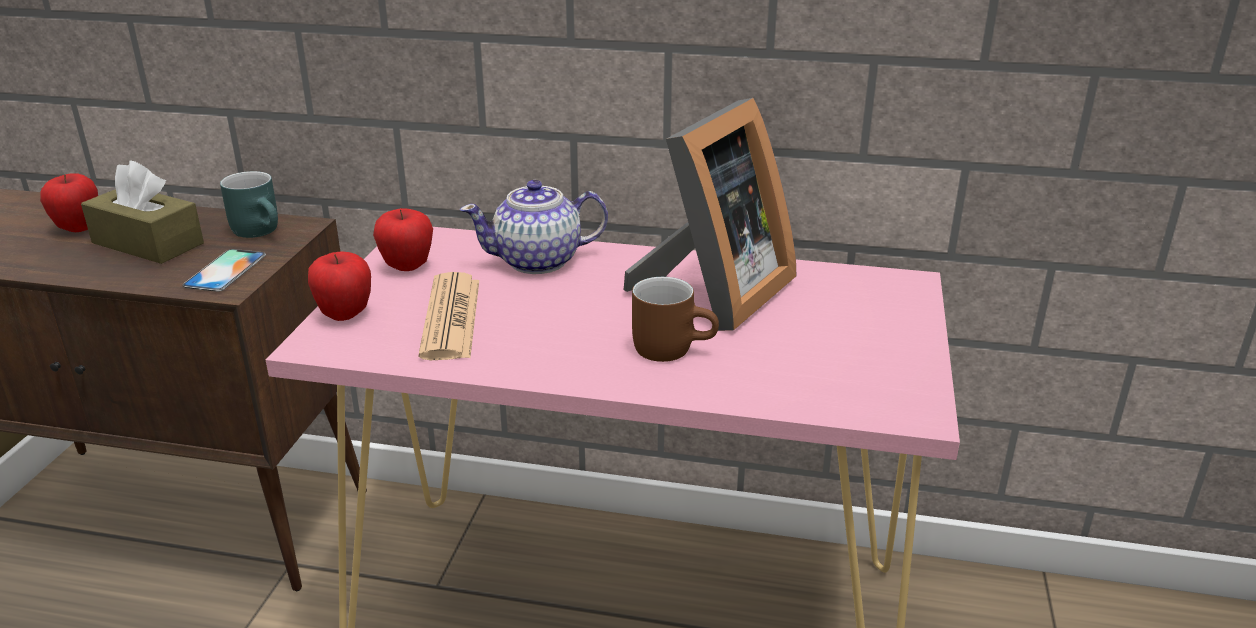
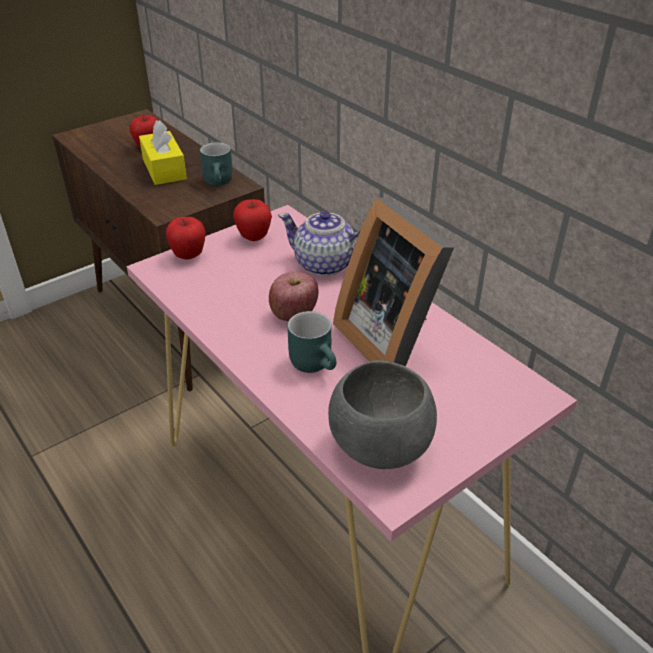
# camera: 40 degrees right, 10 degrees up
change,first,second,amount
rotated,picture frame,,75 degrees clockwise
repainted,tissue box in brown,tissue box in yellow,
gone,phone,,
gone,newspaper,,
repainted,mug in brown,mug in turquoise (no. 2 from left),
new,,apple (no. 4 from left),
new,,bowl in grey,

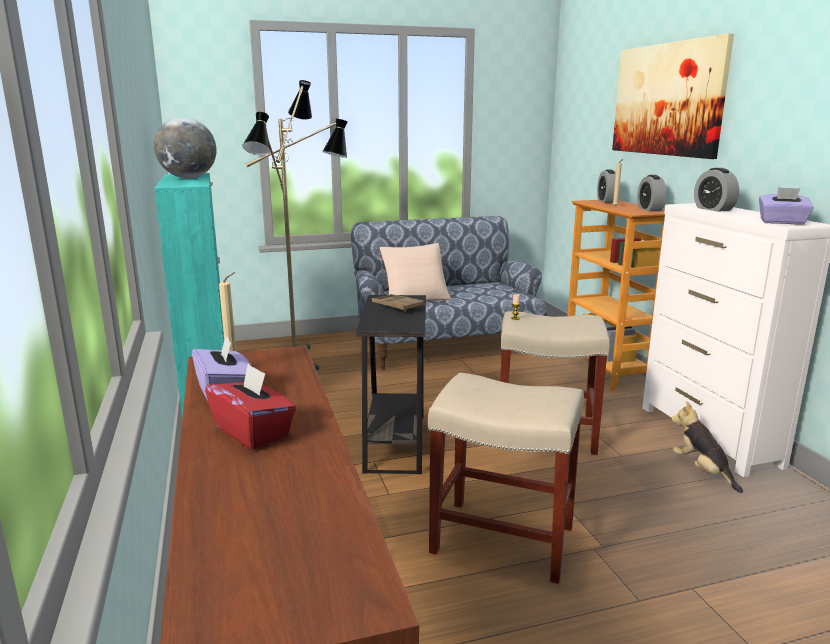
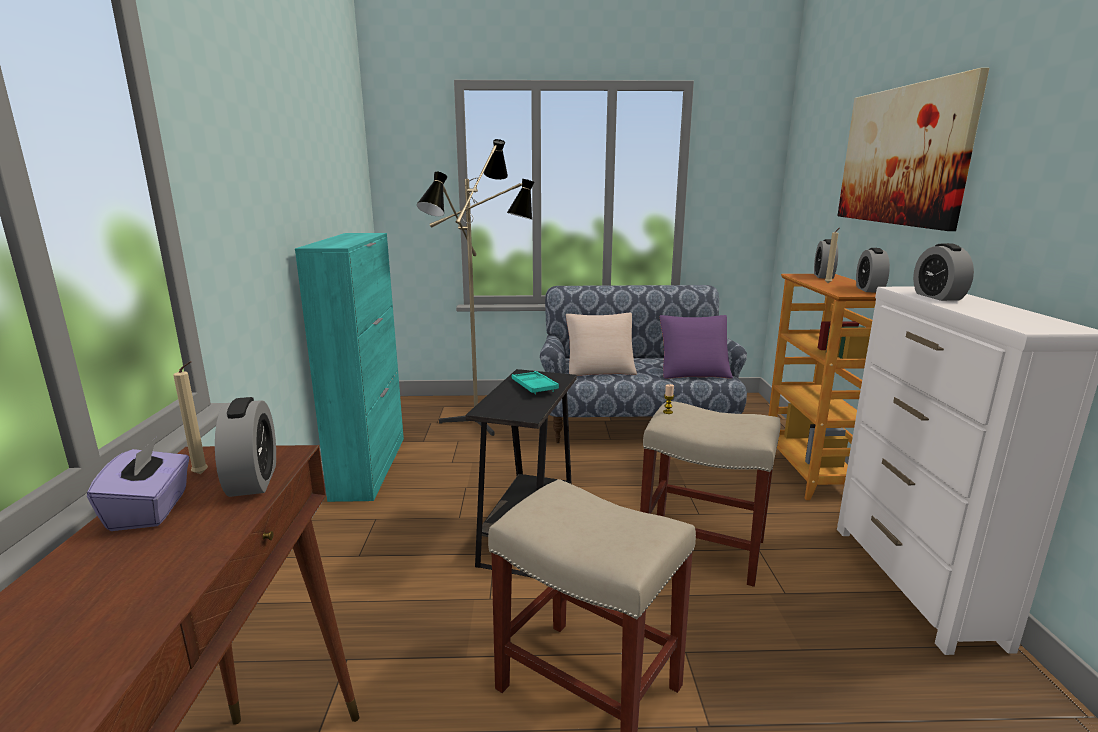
# camera: 15 degrees right, 0 degrees up
change,first,second,amount
gone,globe,,
gone,tissue box in purple (no. 2 from left),,
repainted,tray in brown,tray in turquoise,
gone,tissue box in red,,
gone,plush toy,,
new,,pillow in purple,
new,,alarm clock (no. 1 from left),

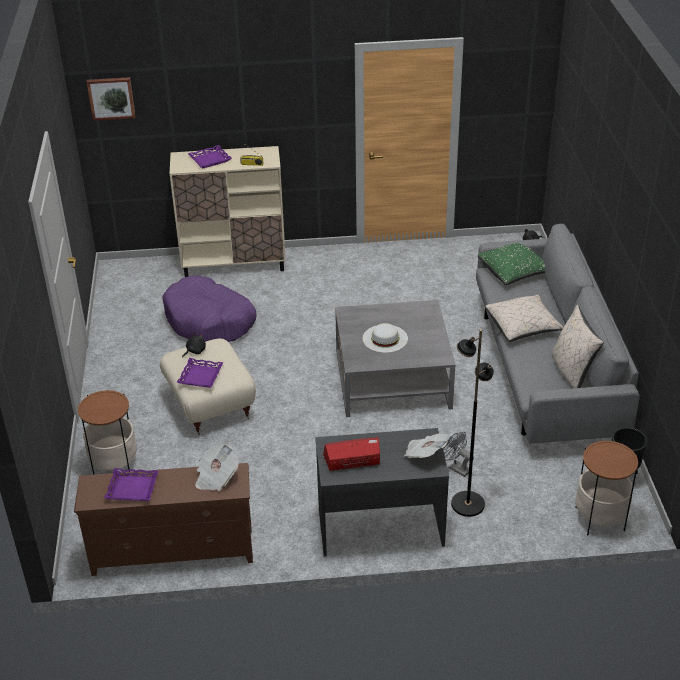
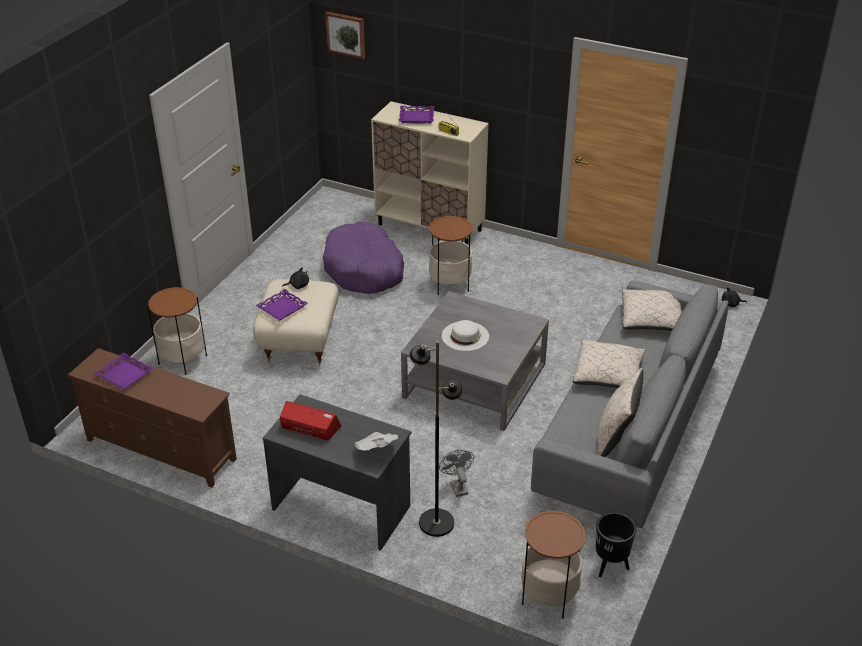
# camera: 30 degrees right, 0 degrees up
change,first,second,amount
repainted,pillow in green,pillow in beige (no. 3 from left),
gone,newspaper (no. 1 from left),,
new,,side table (no. 2 from left),

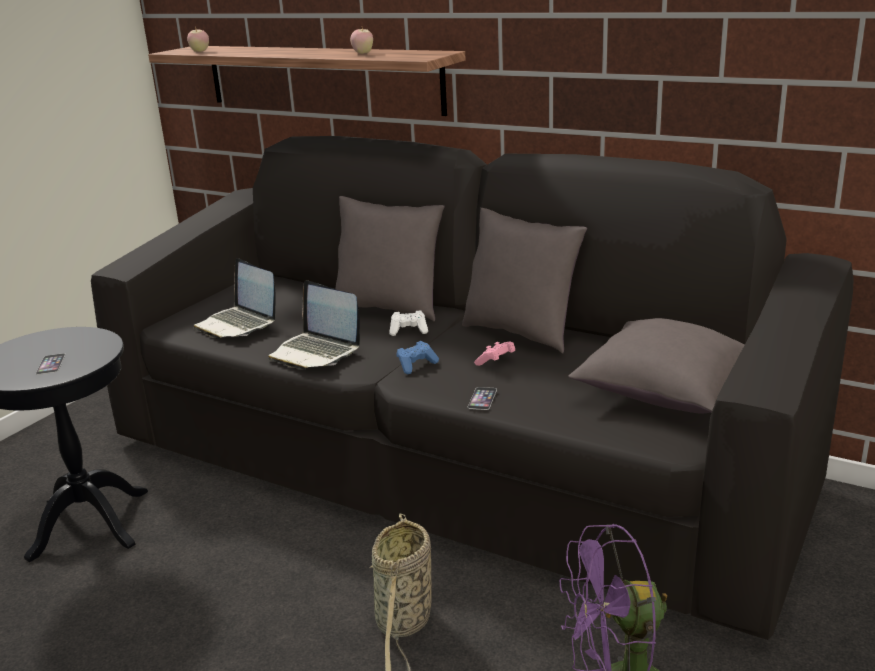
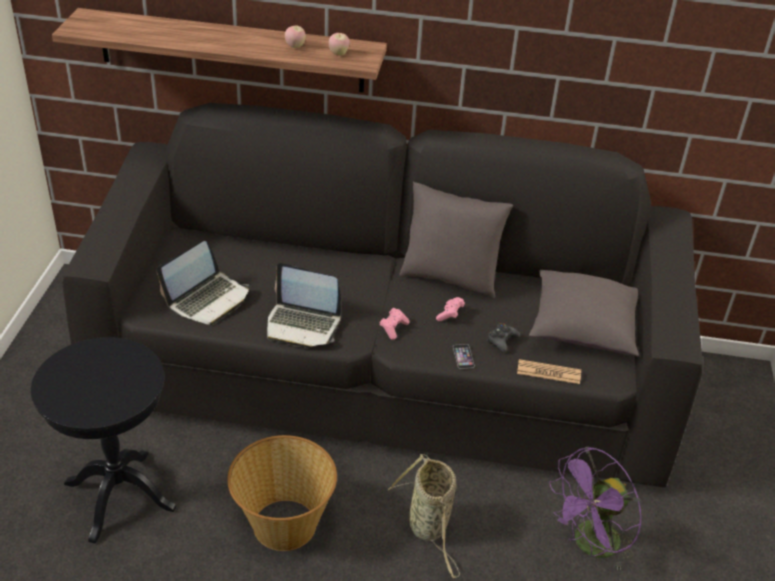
# camera: 25 degrees left, 15 degrees up
change,first,second,amount
shifted,apple (no. 1 from left in the first image),apple (no. 2 from left),
gone,pillow in grey (no. 1 from left),,
rotated,laptop (no. 1 from left),,75 degrees counterclockwise
gone,game controller in white,,
repainted,game controller in blue,game controller in pink (no. 1 from left),
gone,phone (no. 1 from left),,
new,,game controller in black,
new,,newspaper,
new,,basket (no. 1 from left),

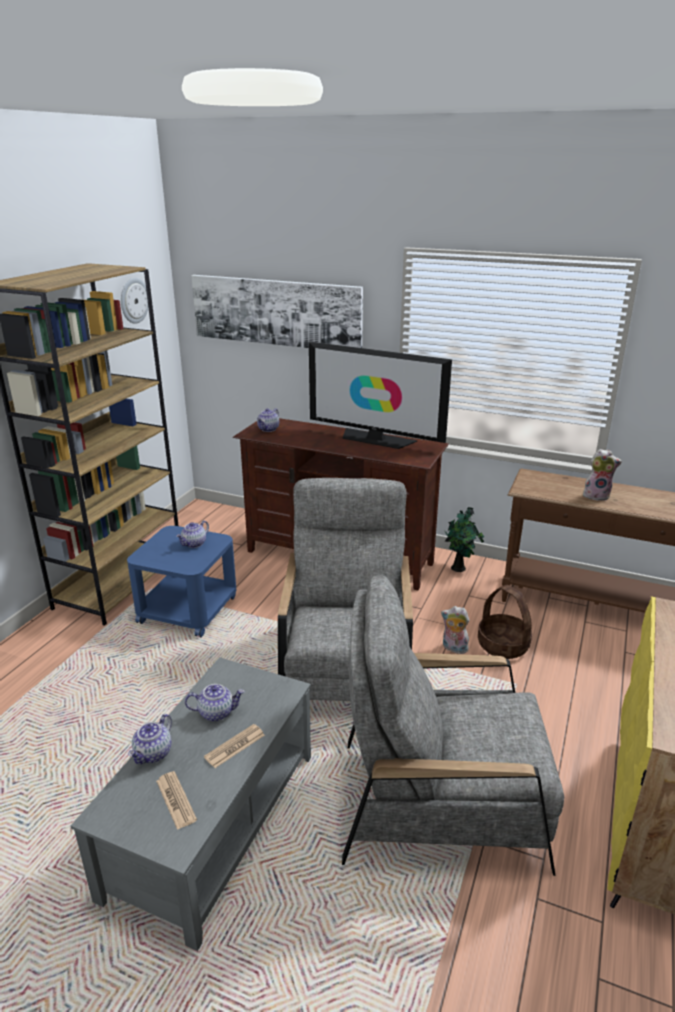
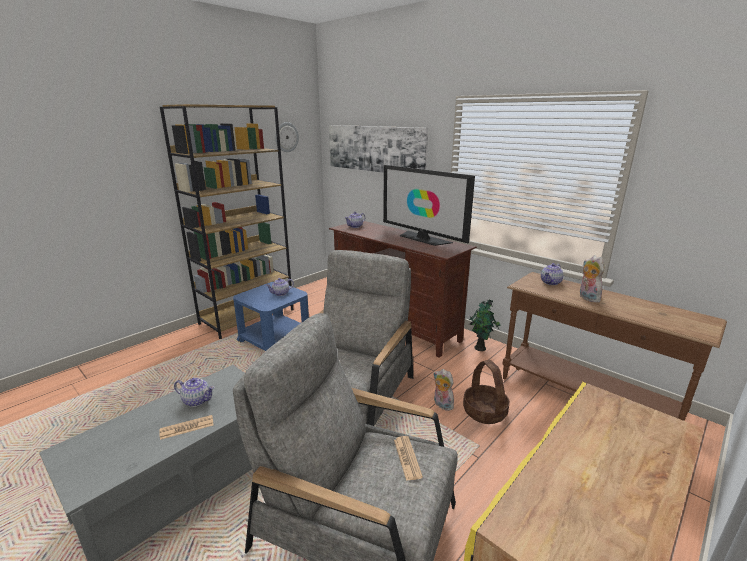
# camera: 20 degrees right, 5 degrees down
change,first,second,amount
rotated,plush toy (no. 2 from left),,135 degrees counterclockwise
shifted,teapot (no. 1 from left in the first image),teapot (no. 4 from left),
shifted,newspaper (no. 1 from left in the first image),newspaper (no. 2 from left),

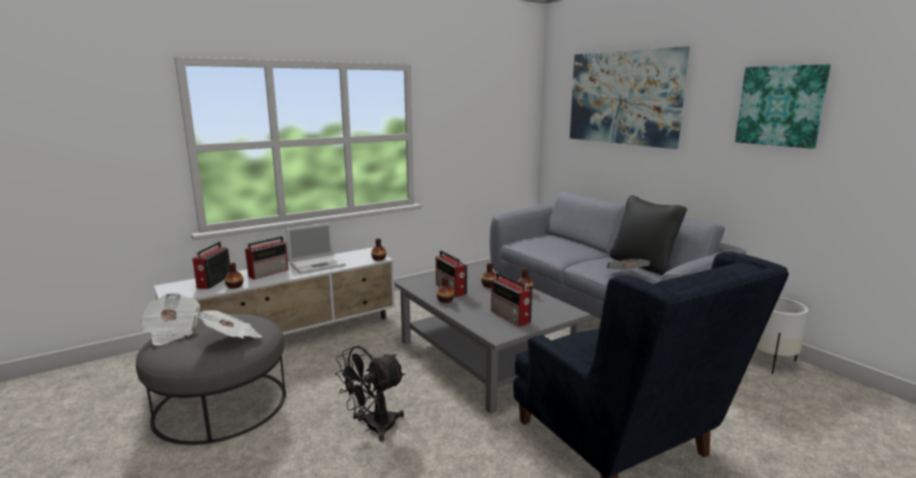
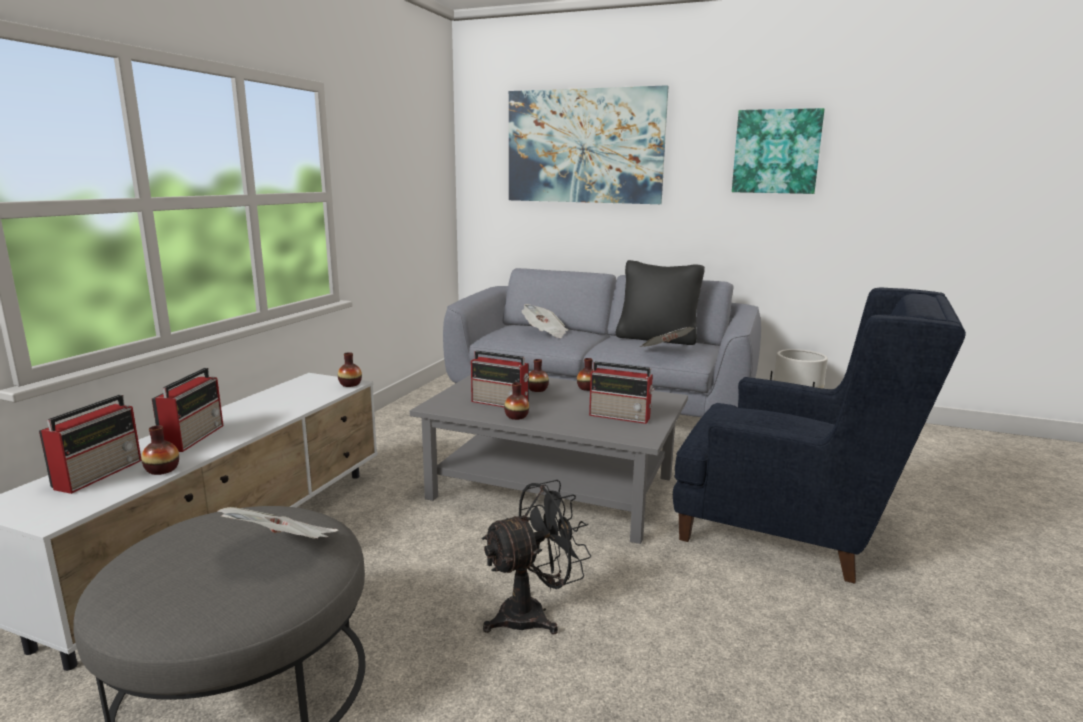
# camera: 35 degrees left, 0 degrees up
change,first,second,amount
gone,laptop,,
rotated,radio (no. 1 from left),,135 degrees counterclockwise
shifted,newspaper (no. 1 from left in the first image),newspaper (no. 2 from left),
rotated,fan in black,,135 degrees counterclockwise

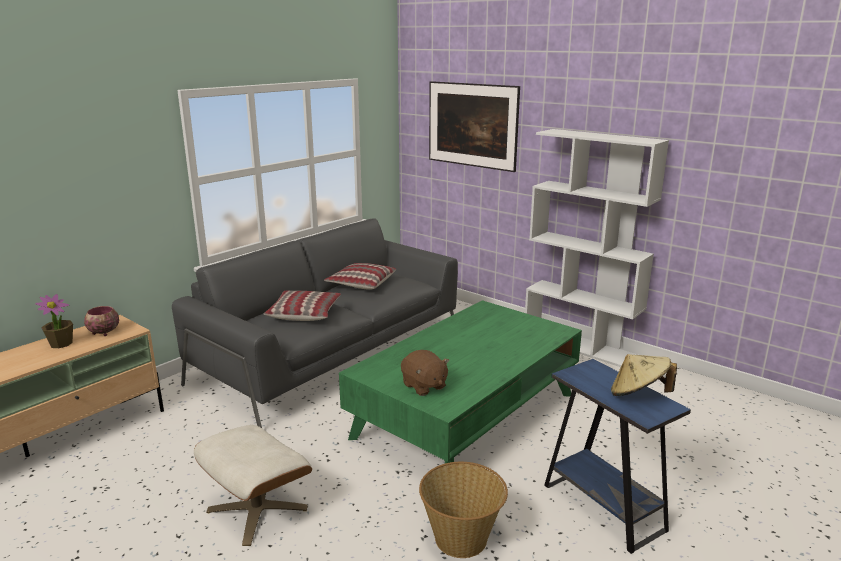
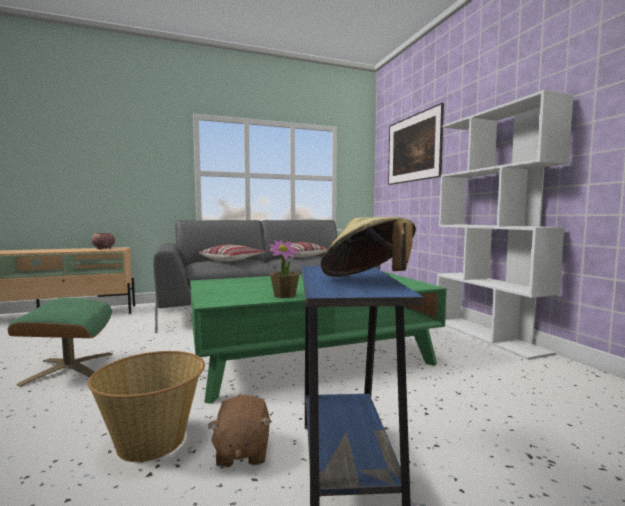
# camera: 30 degrees right, 15 degrees down
change,first,second,amount
shifted,potted plant,,
shifted,plush toy in brown,,
repainted,ottoman in beige,ottoman in green,

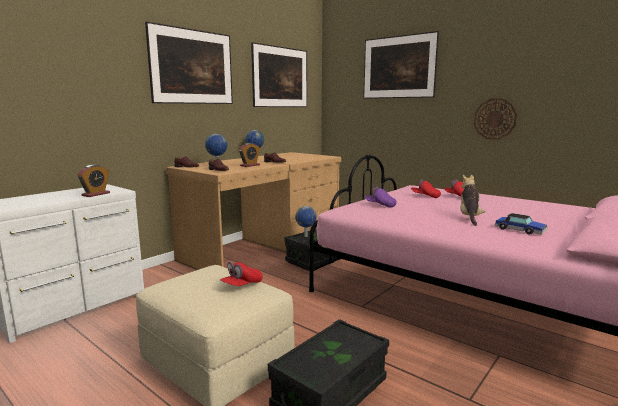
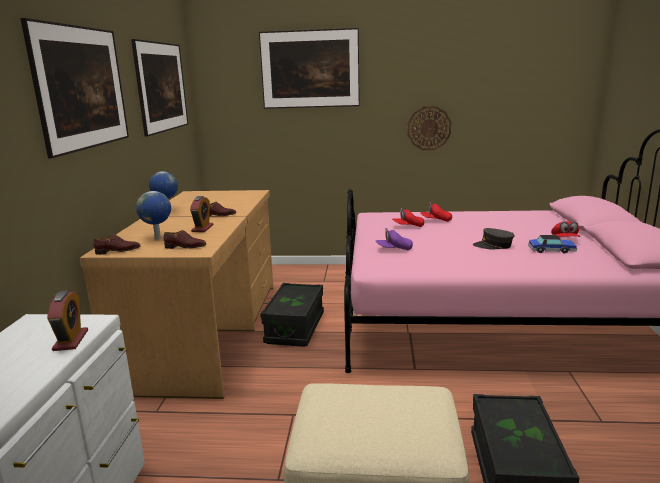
# camera: 35 degrees left, 5 degrees up
change,first,second,amount
swapped,plush toy,cap in grey,
gone,globe (no. 3 from left),,
shifted,cap in red (no. 1 from left in the first image),cap in red (no. 3 from left),

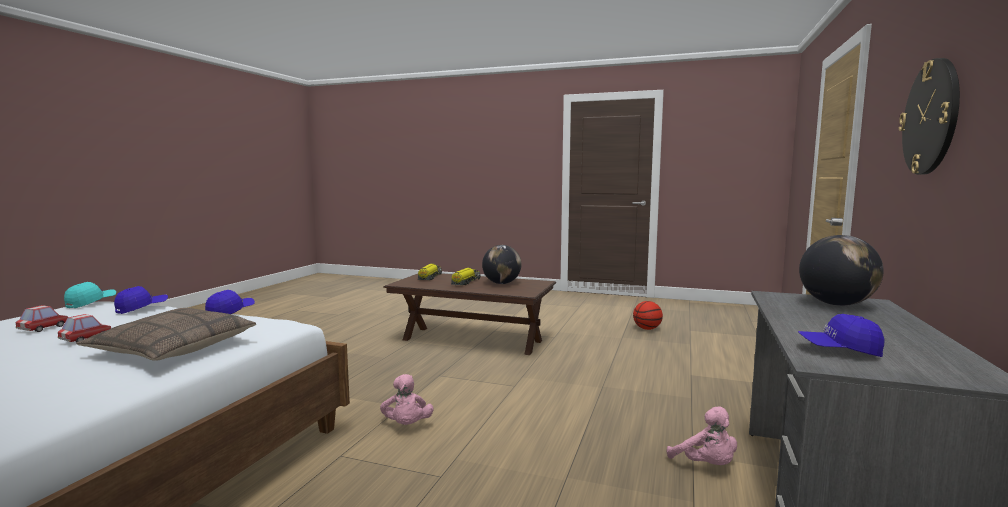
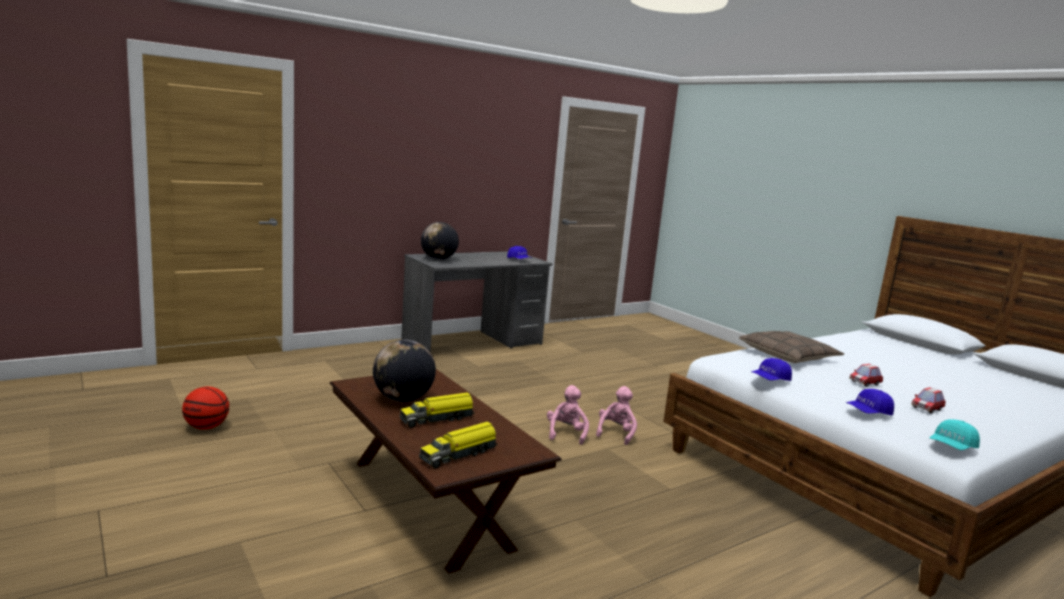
# camera: 145 degrees left, 5 degrees up
change,first,second,amount
gone,wall clock,,
shifted,plush toy in pink (no. 2 from left in the first image),plush toy in pink (no. 1 from left),

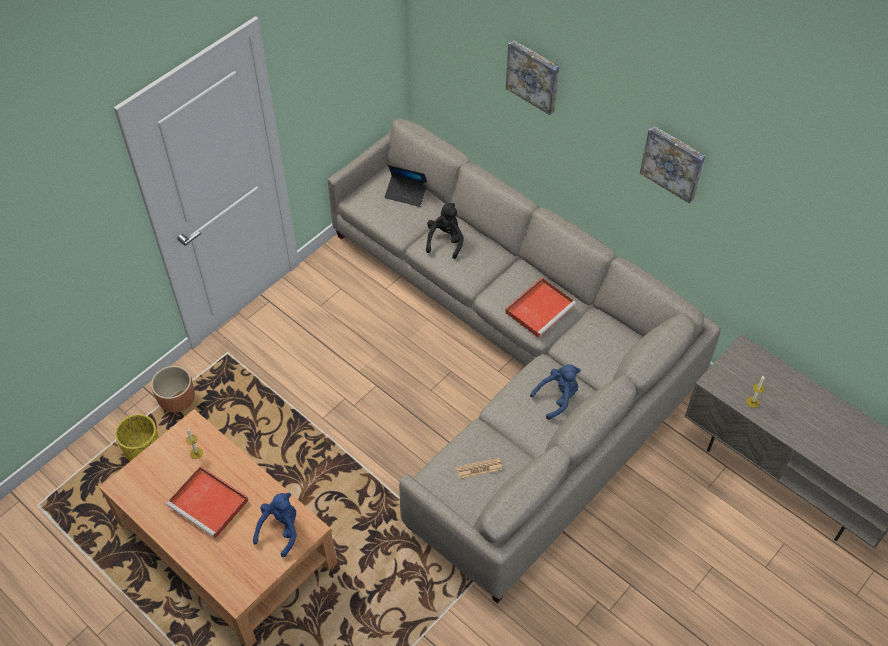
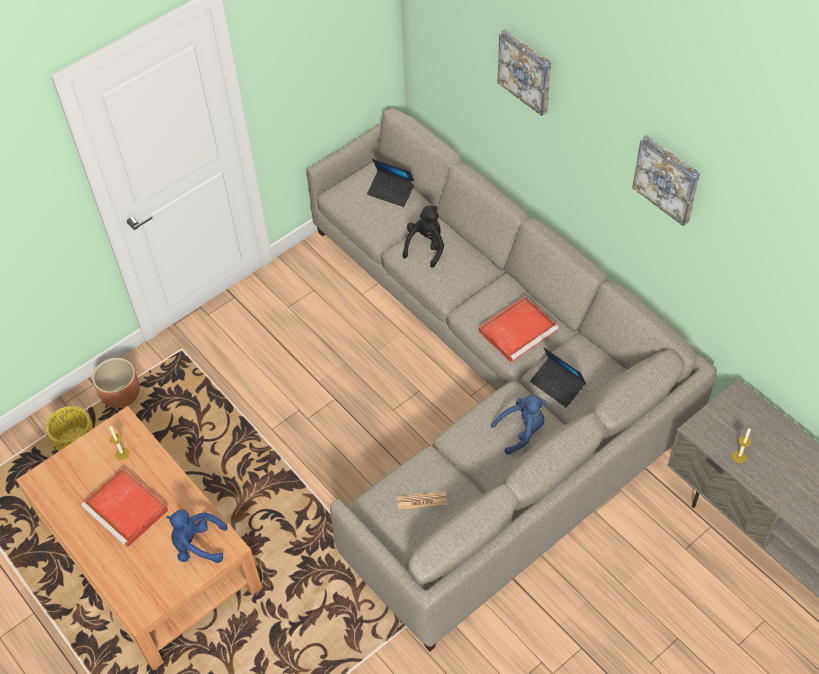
# camera: 10 degrees right, 0 degrees up
change,first,second,amount
rotated,plush toy in blue (no. 1 from left),,120 degrees counterclockwise
new,,laptop (no. 2 from left),

